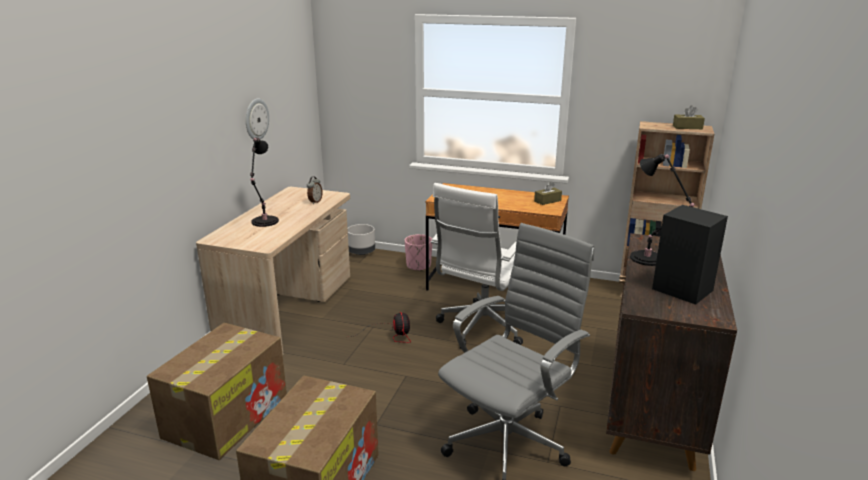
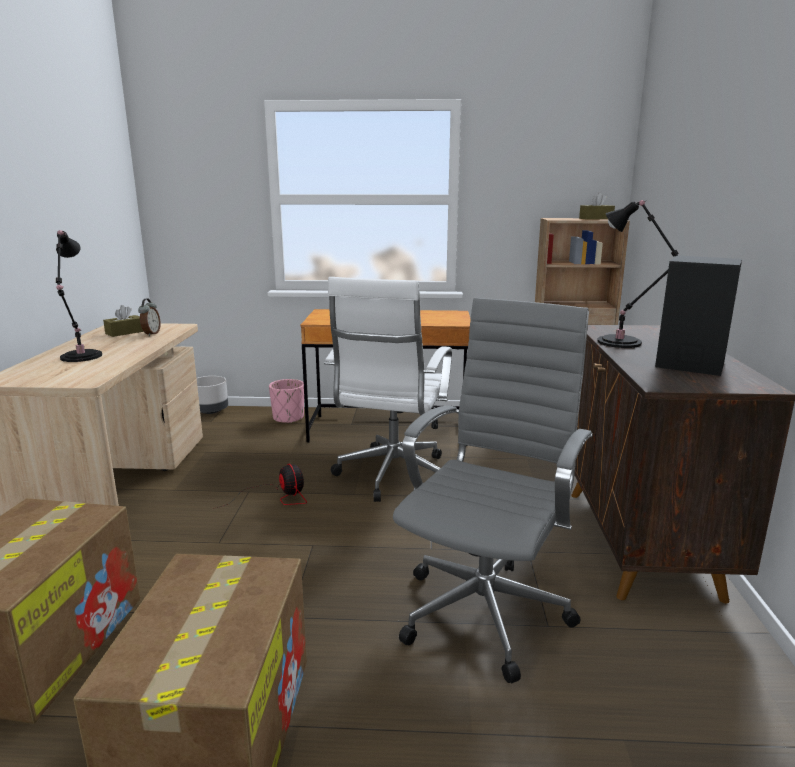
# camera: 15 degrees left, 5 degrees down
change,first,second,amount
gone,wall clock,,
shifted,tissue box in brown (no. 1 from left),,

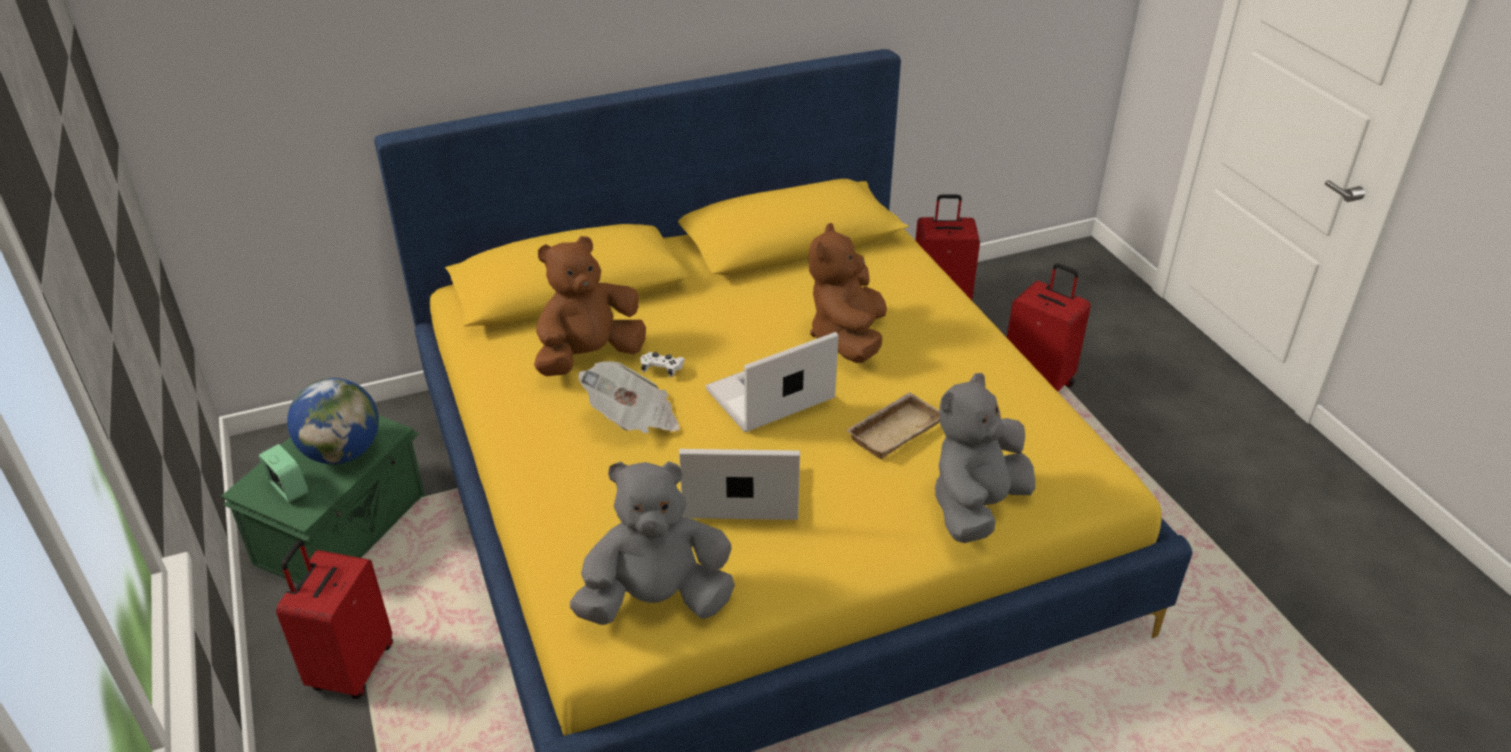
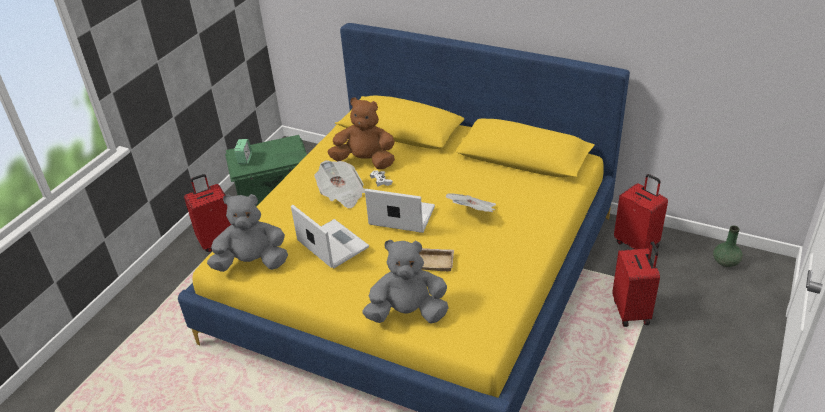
# camera: 50 degrees right, 0 degrees up
change,first,second,amount
swapped,plush toy in brown (no. 2 from left),newspaper (no. 2 from left),
gone,globe,,
rotated,plush toy in grey (no. 1 from left),,45 degrees counterclockwise
new,,vase in green,

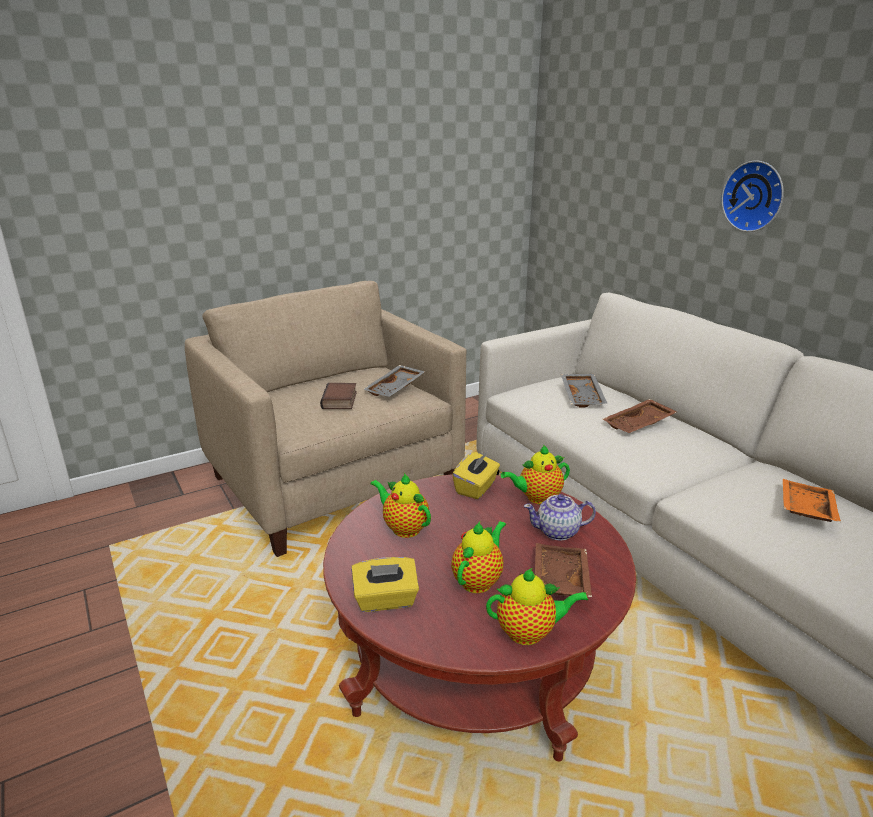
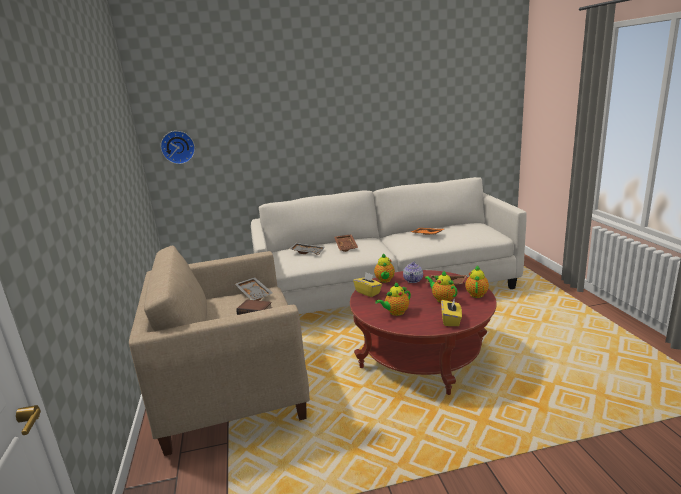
# camera: 70 degrees left, 5 degrees down
change,first,second,amount
shifted,wall clock,,

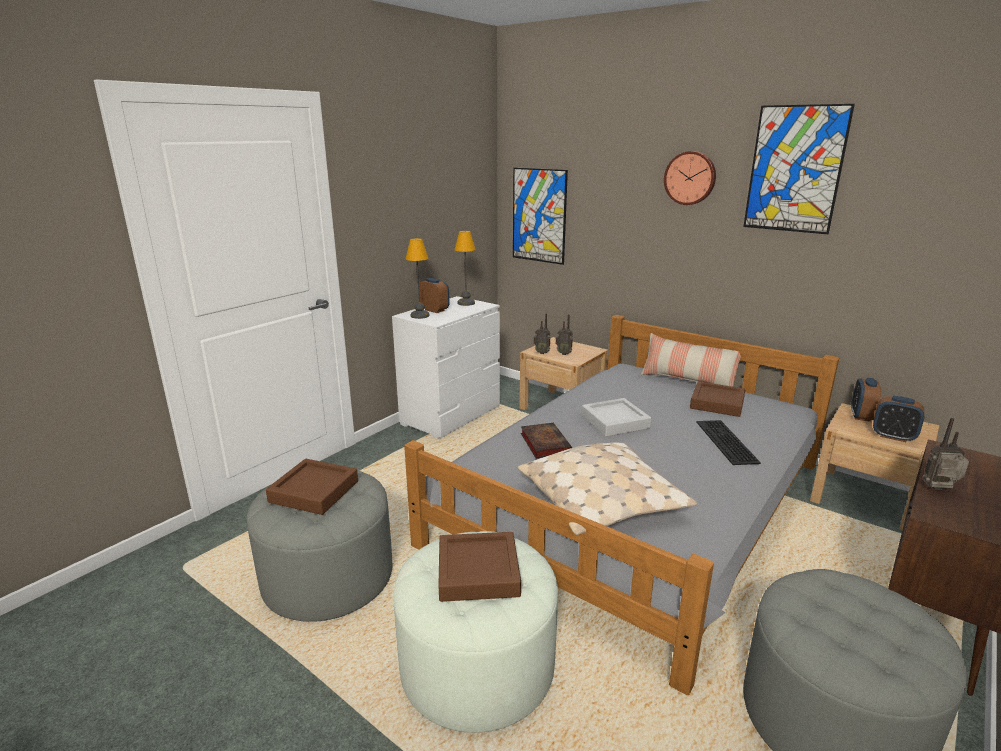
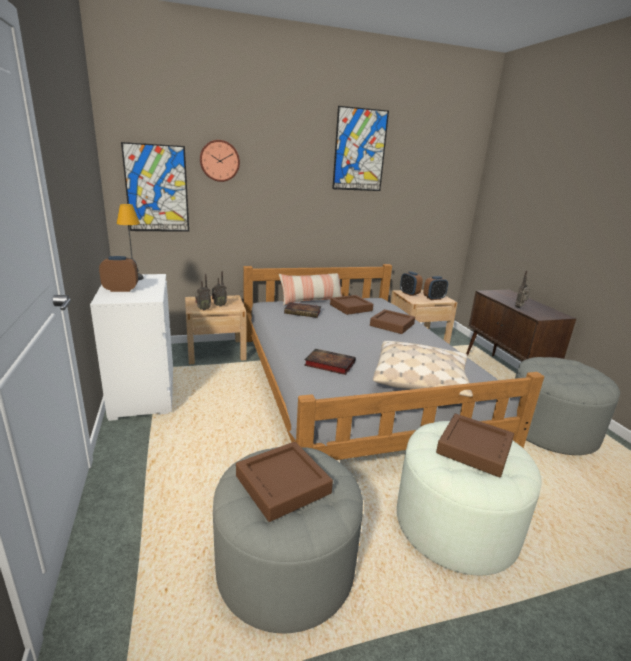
# camera: 55 degrees left, 0 degrees up
change,first,second,amount
shifted,wall clock,,
gone,table lamp (no. 1 from left),,
gone,tray in grey,,
swapped,keyboard,tray in brown (no. 3 from left),
new,,book (no. 1 from left),

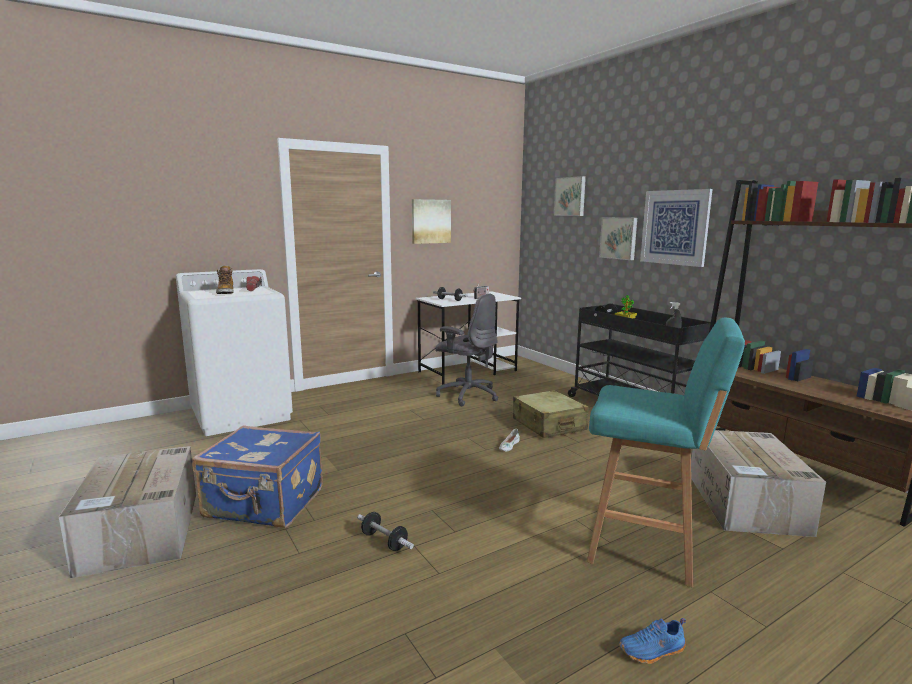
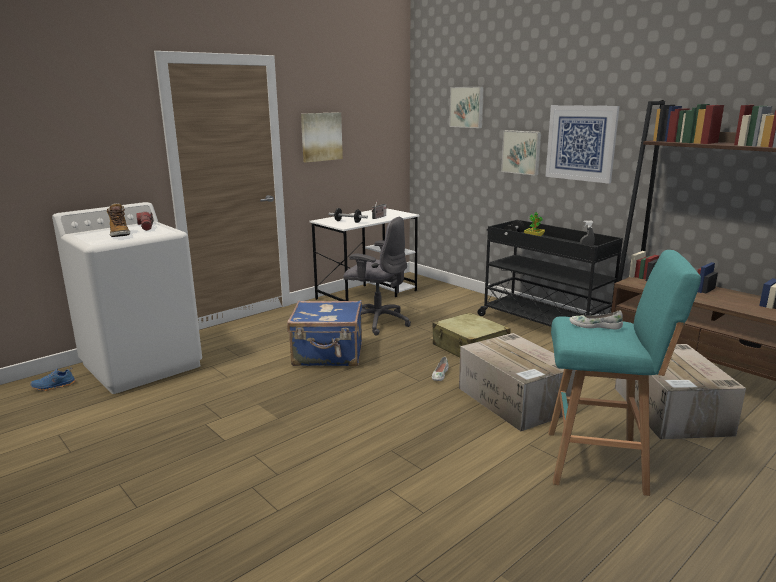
# camera: 10 degrees left, 5 degrees up
change,first,second,amount
shifted,suitcase in blue,,
shifted,cardboard box (no. 1 from left),,
gone,dumbbell (no. 1 from left),,
shifted,shoe in blue,,
new,,shoe in white (no. 2 from left),

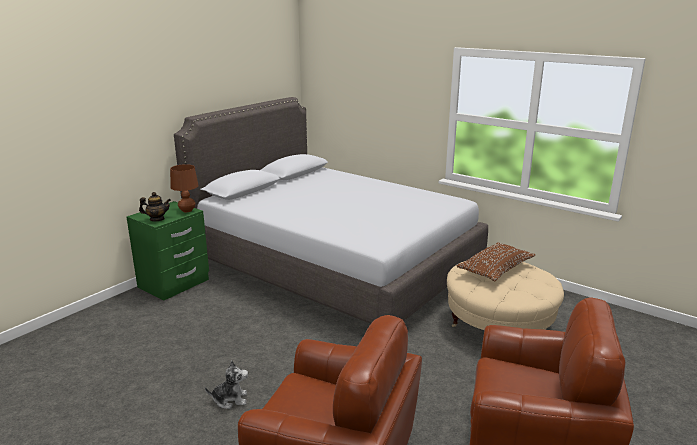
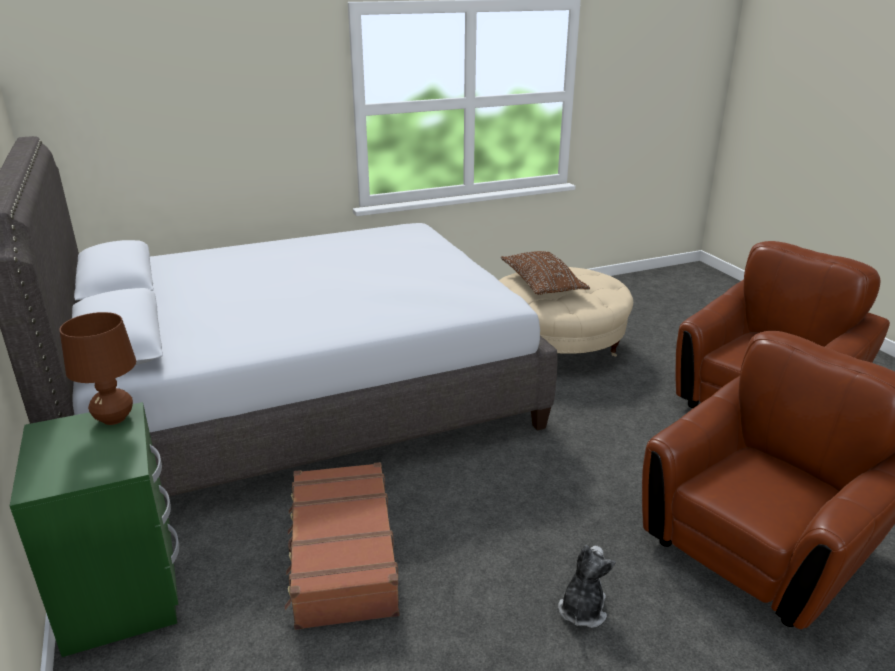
# camera: 60 degrees left, 5 degrees up
change,first,second,amount
gone,teapot,,
new,,suitcase in brown,

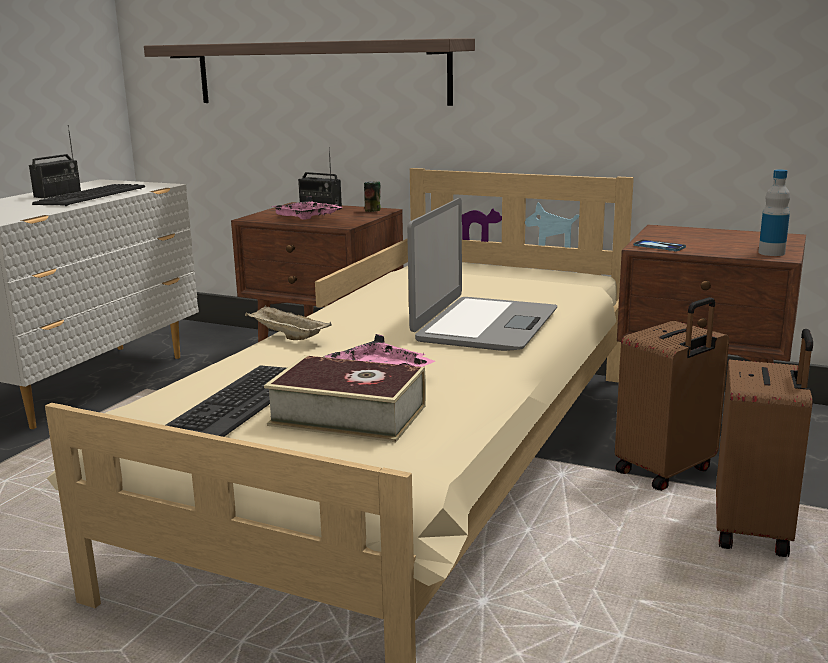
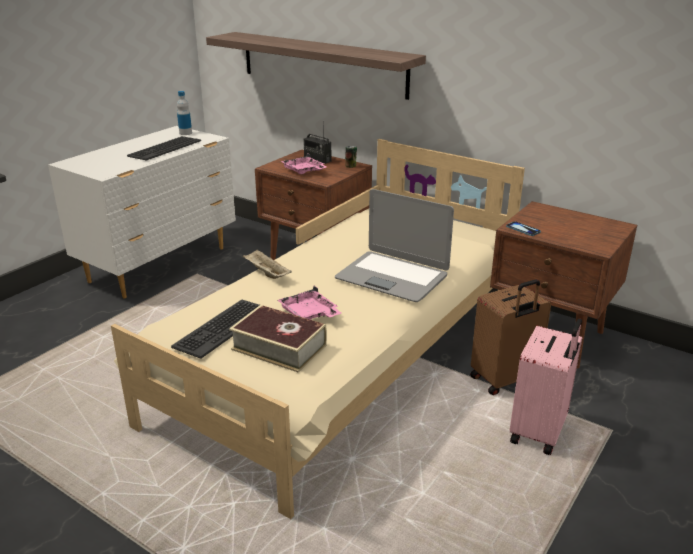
# camera: 10 degrees right, 10 degrees up
change,first,second,amount
gone,radio (no. 1 from left),,
shifted,bottle,,
rotated,laptop,,90 degrees clockwise
repainted,suitcase in brown (no. 2 from left),suitcase in pink,

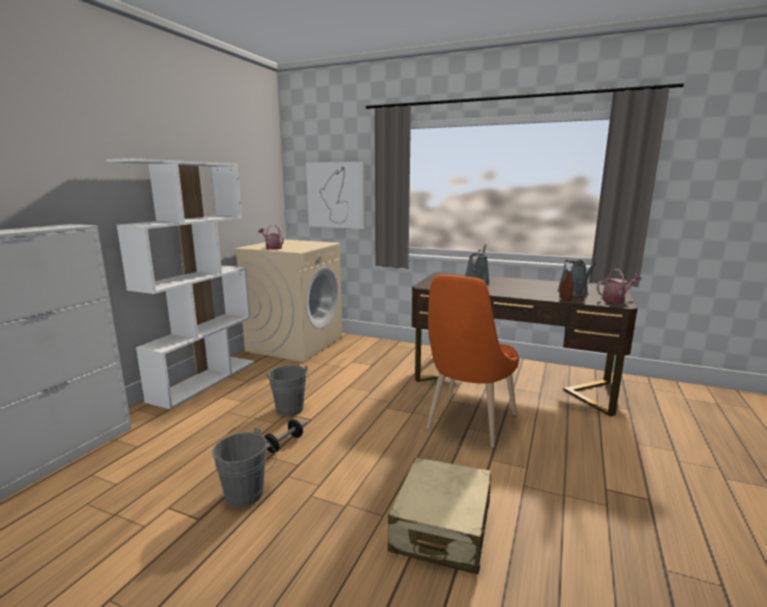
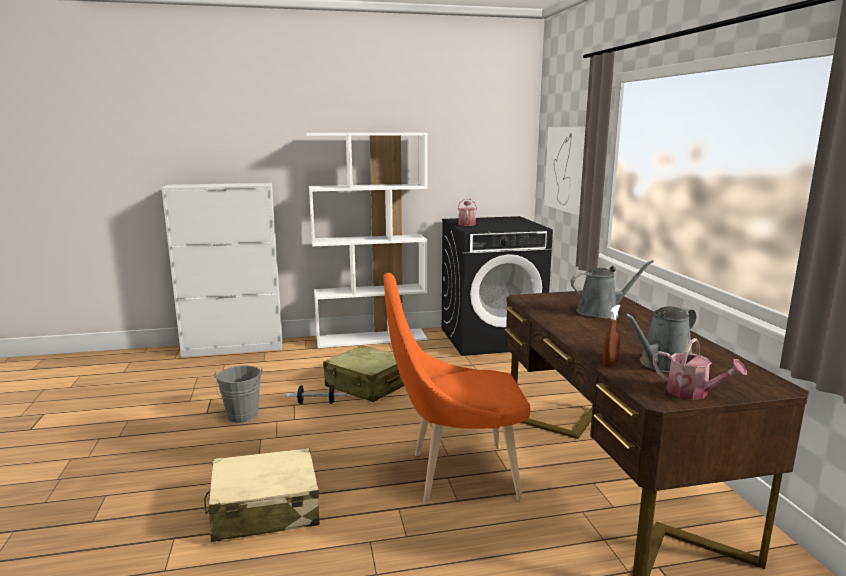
# camera: 55 degrees right, 0 degrees up
change,first,second,amount
repainted,washing machine in beige,washing machine in black,
swapped,bucket in grey (no. 2 from left),suitcase in beige (no. 2 from left),

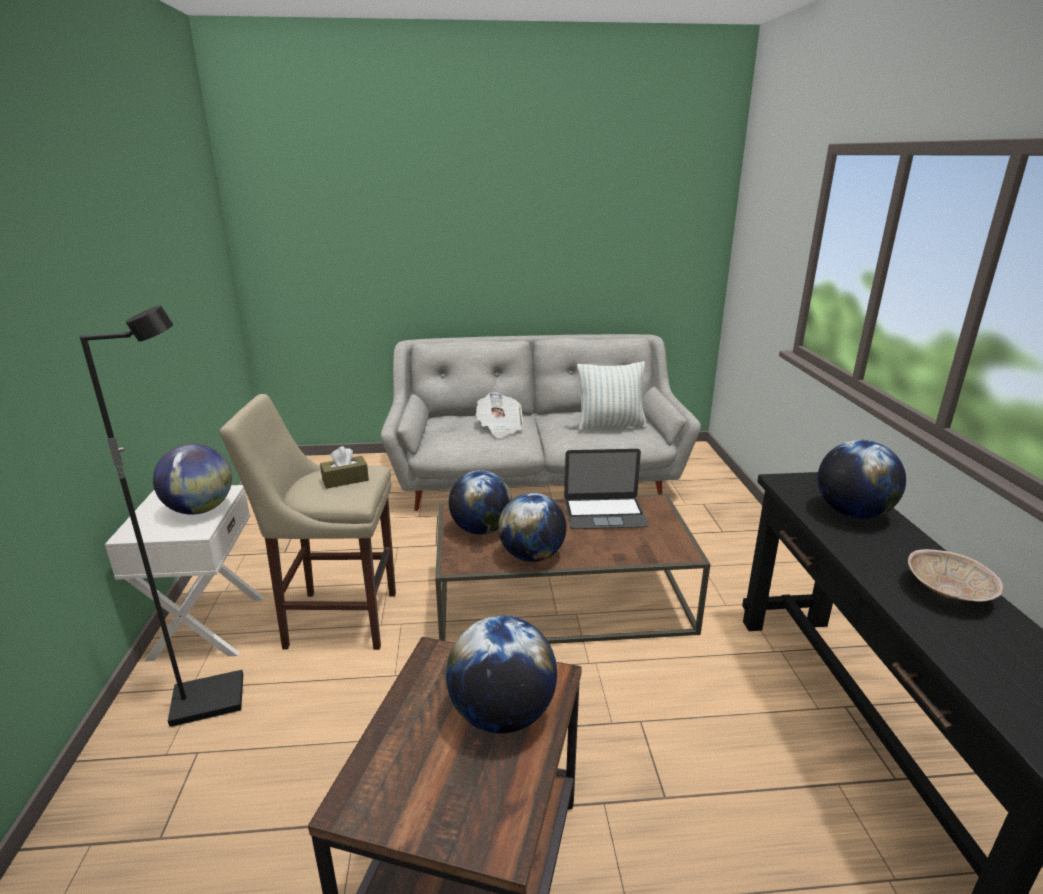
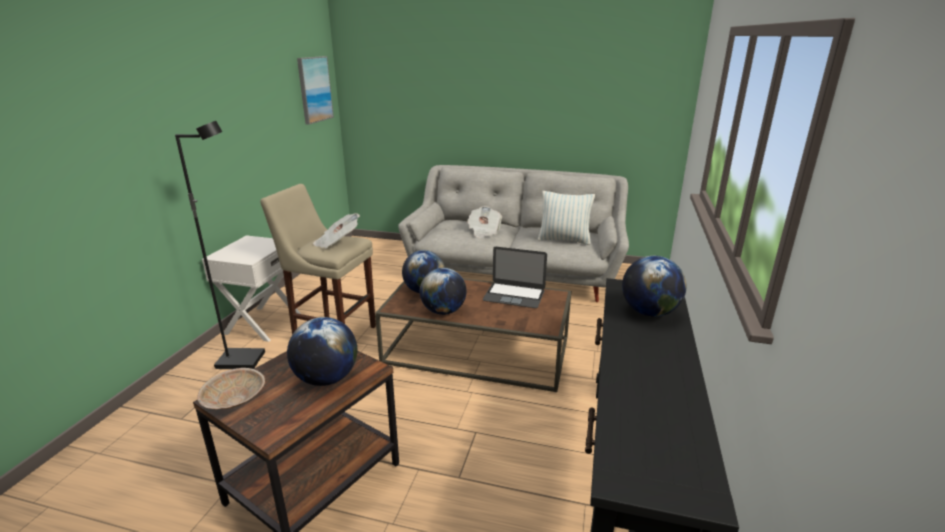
# camera: 20 degrees right, 0 degrees up
change,first,second,amount
gone,globe (no. 1 from left),,
swapped,tissue box in brown,newspaper (no. 1 from left),
shifted,bowl in beige,,
new,,picture,

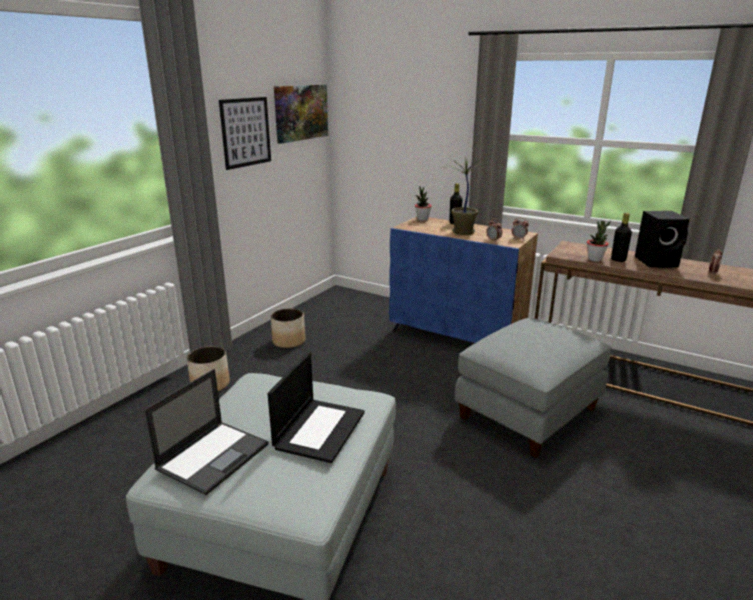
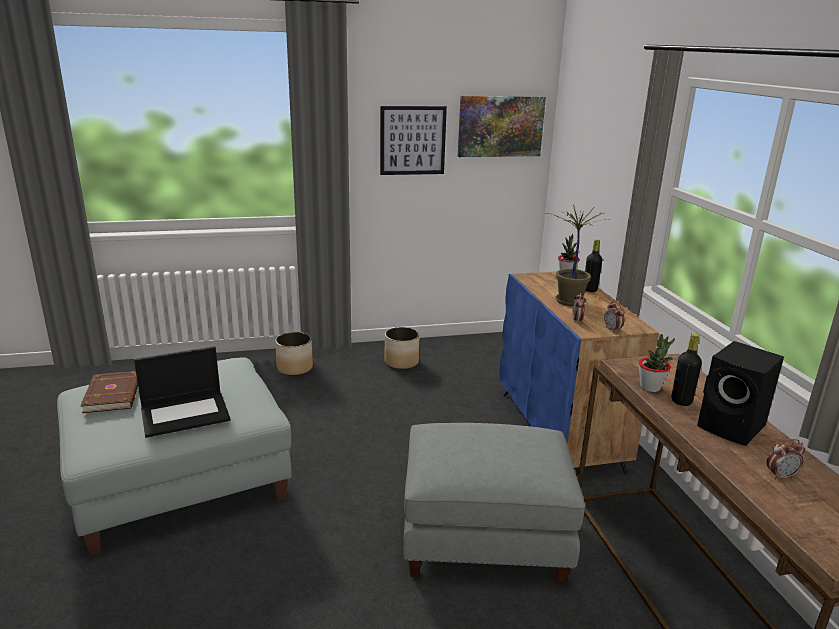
# camera: 45 degrees right, 0 degrees up
change,first,second,amount
swapped,laptop (no. 1 from left),book in brown,

